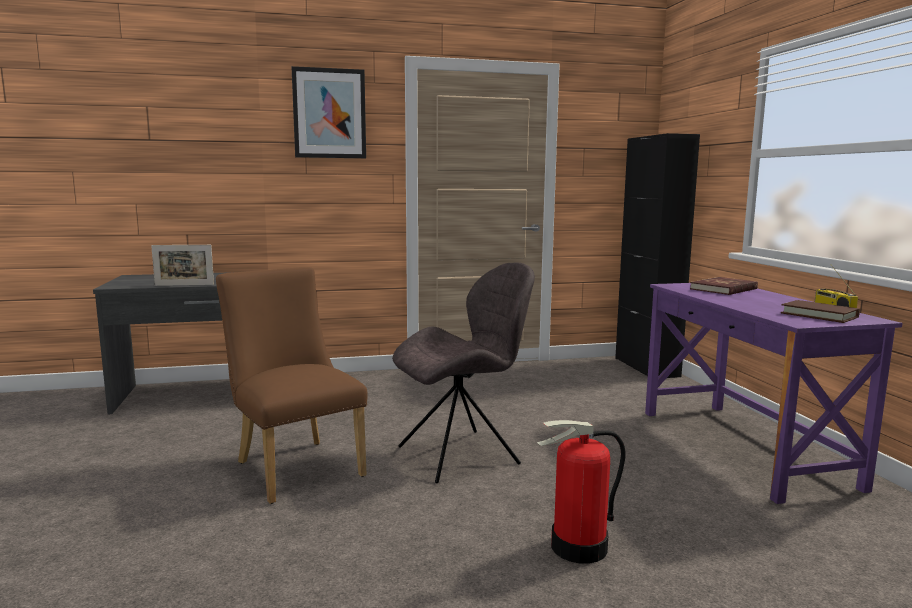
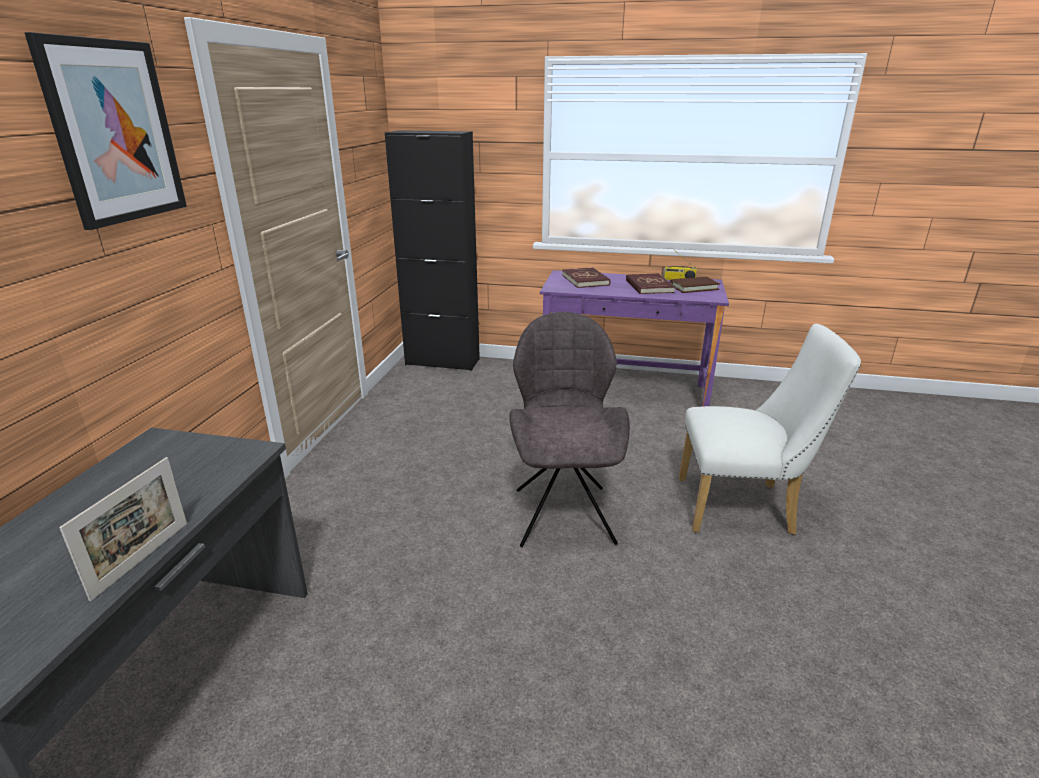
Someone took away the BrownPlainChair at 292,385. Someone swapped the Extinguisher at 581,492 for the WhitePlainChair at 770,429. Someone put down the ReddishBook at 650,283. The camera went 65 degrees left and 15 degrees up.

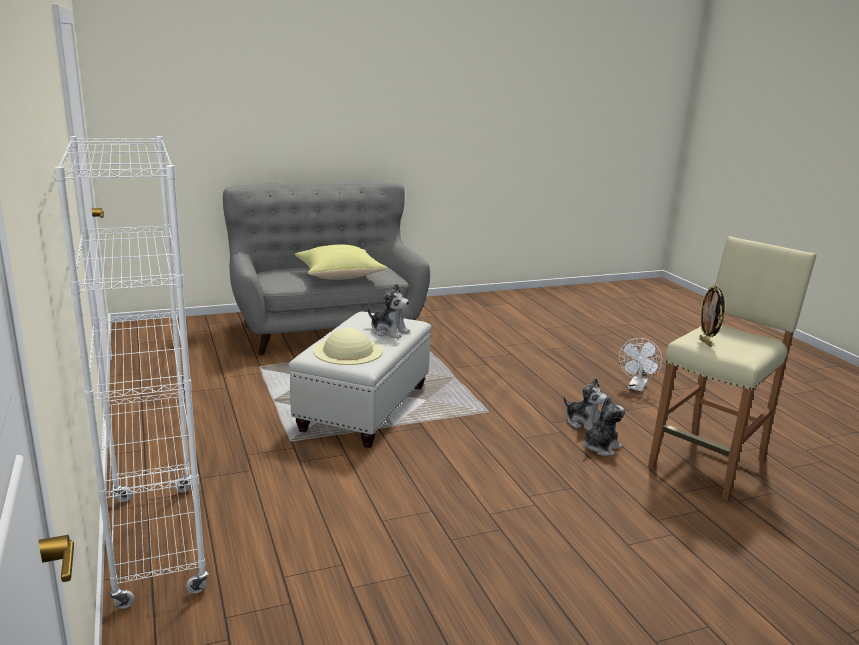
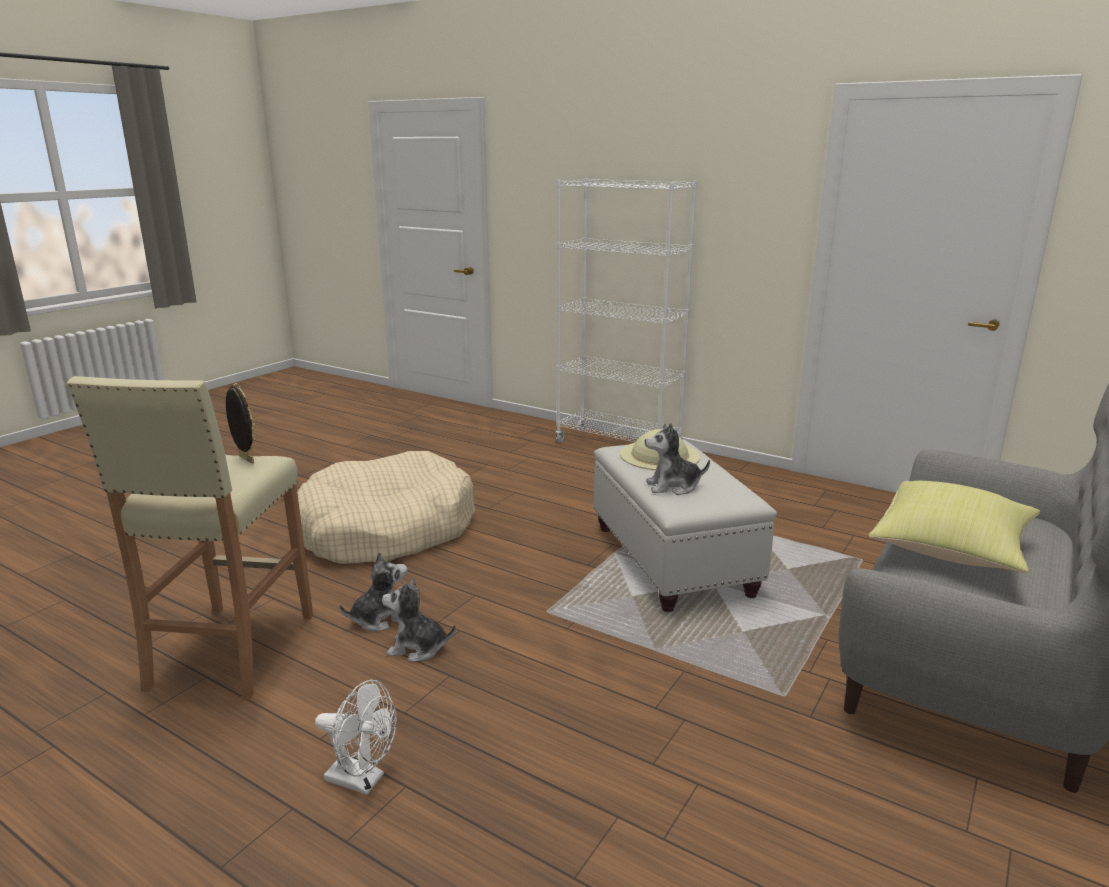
Someone rotated the SoftToy at 604,426 by 135 degrees counterclockwise. Someone rotated the WhiteFan at 640,364 by 120 degrees clockwise. Someone put down the SandColouredDogBed at 386,507. The camera went 145 degrees right and 0 degrees up.

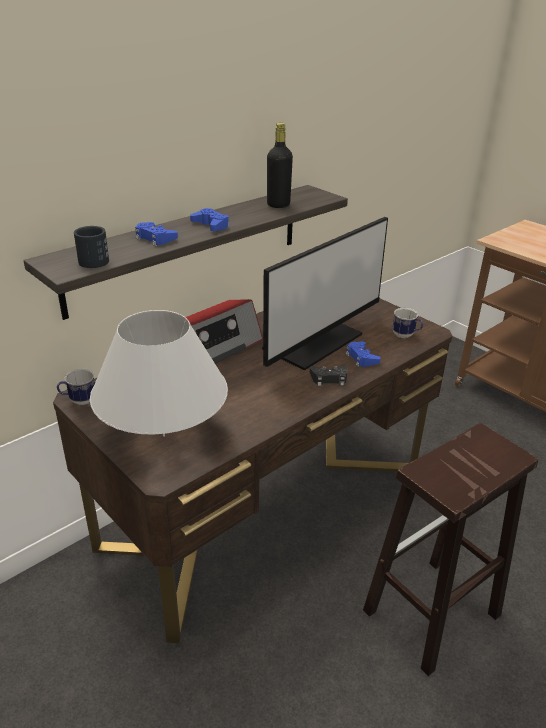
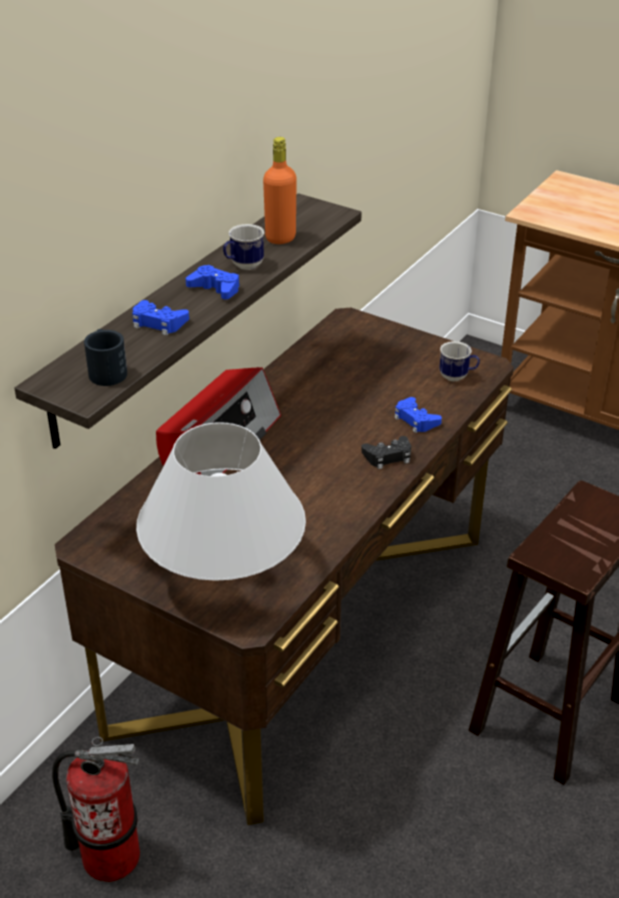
Someone carried the TeaMug from 76,386 to 243,247. Someone took away the ComputerDisplay at 325,294. Someone repainted the BlackishBeverageBottle at 280,165, which became the OrangeBeverageBottle at 280,190. Someone put down the Extinguisher at 96,809. The camera went 15 degrees left and 5 degrees up.

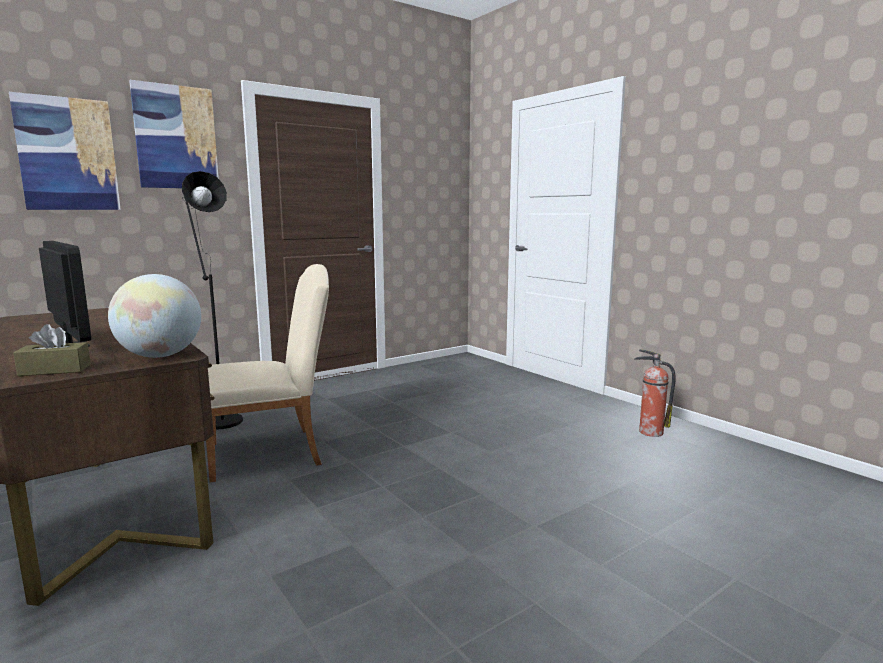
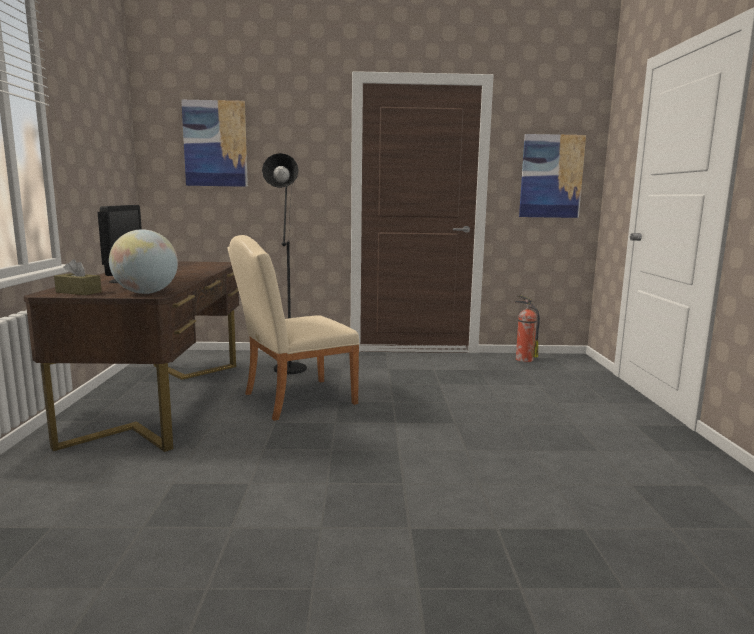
Someone carried the WallArt from 174,134 to 552,176. Someone rotated the SandColouredPlainChair at 267,373 by 135 degrees clockwise. Someone carried the Extinguisher from 655,393 to 527,328. The camera went 35 degrees right and 0 degrees up.

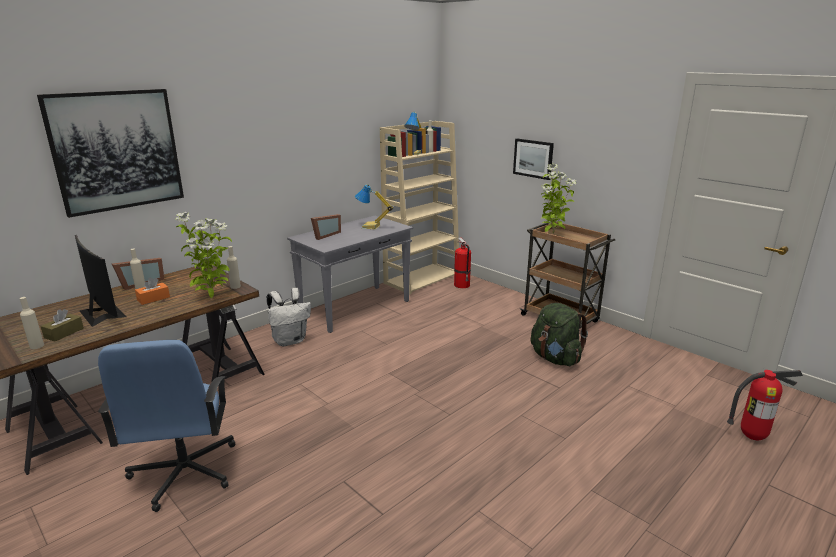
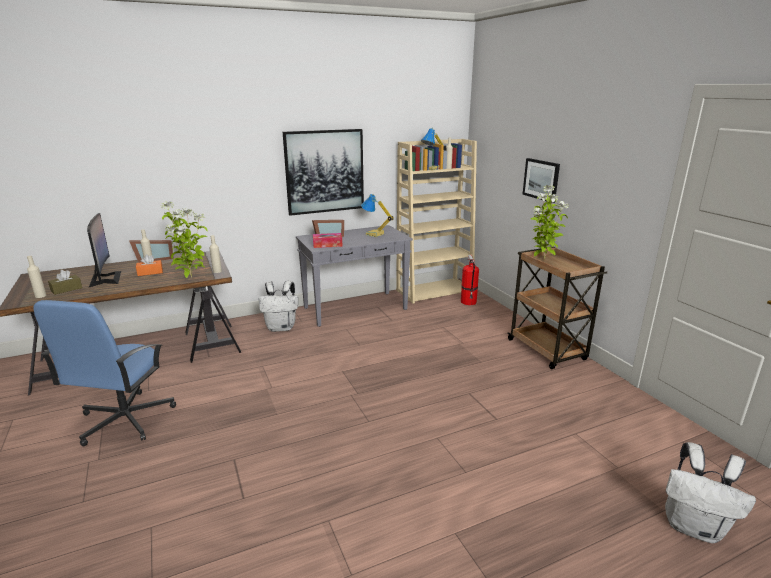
Someone carried the WallArt from 110,153 to 323,172. Someone took away the GreenishRucksack at 559,334. Someone swapped the Extinguisher at 765,405 for the WhiteRucksack at 710,492. Someone put down the TissueHolder at 328,240. The camera went 20 degrees right and 0 degrees up.

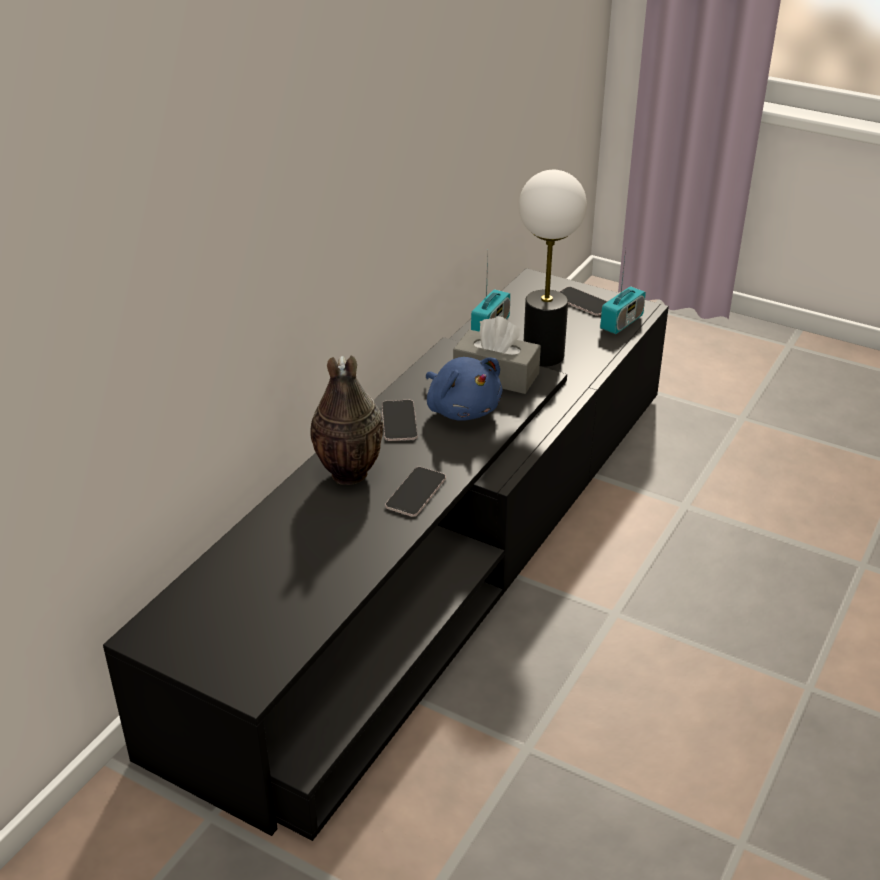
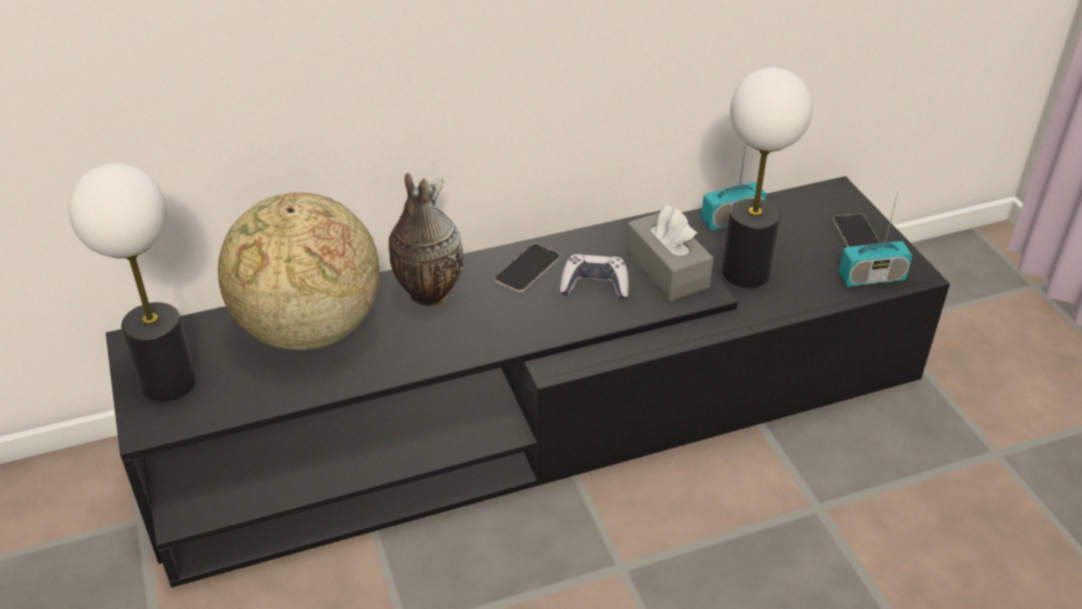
Someone took away the Telephone at 415,492. Someone swapped the BlueSoftToy at 464,389 for the GameController at 594,277. Someone put down the TableLamp at 132,282. Someone put down the Globe at 299,271. The camera went 40 degrees right and 5 degrees up.

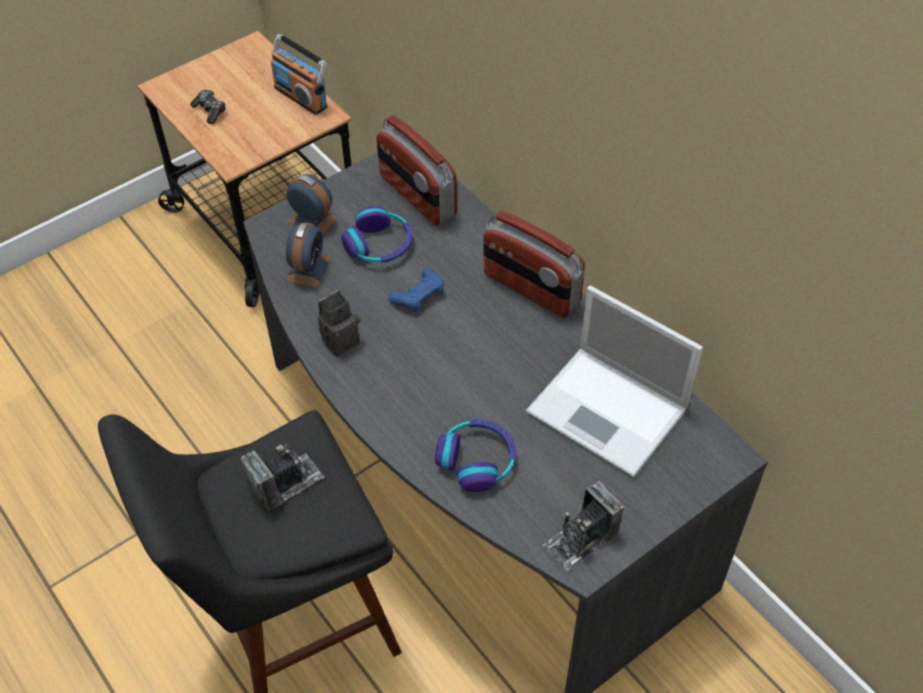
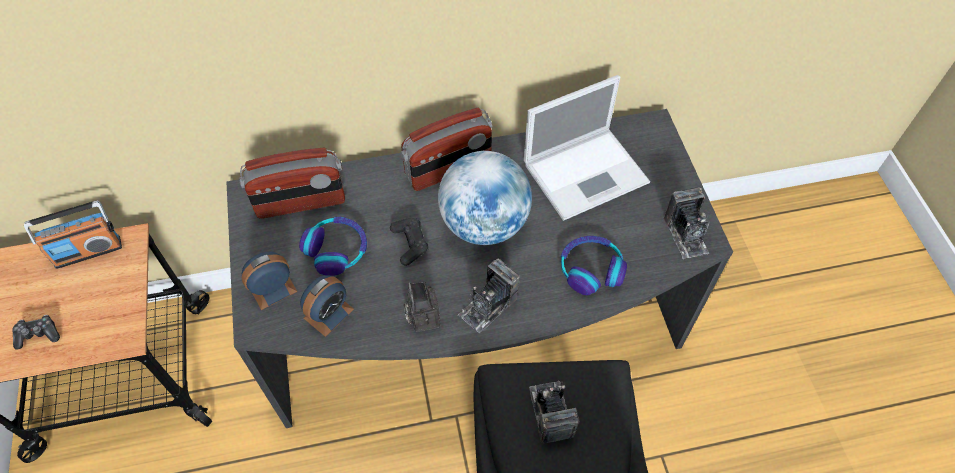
Someone rotated the TableClock at 308,255 by 90 degrees clockwise. Someone repainted the BlueGameController at 416,289, which became the BlackishGameController at 409,242. Someone put down the Globe at 485,198. Someone put down the PhotoCamera at 489,296. The camera went 65 degrees left and 5 degrees up.

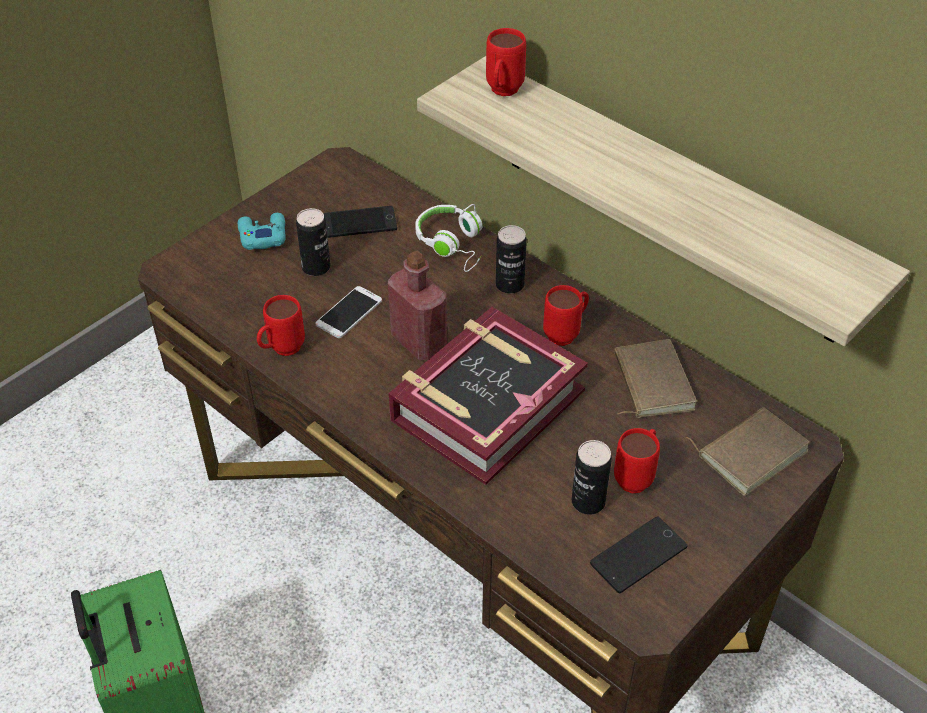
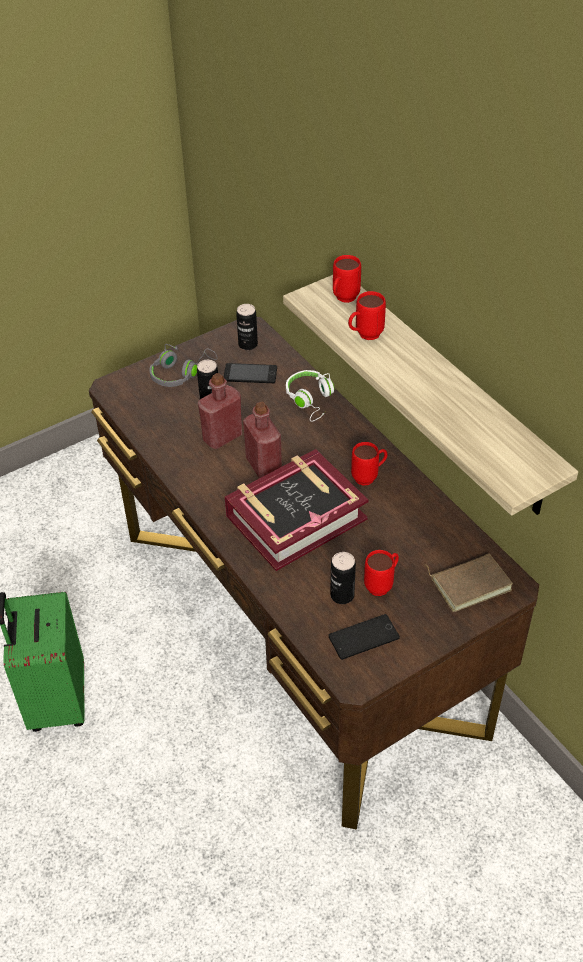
Someone swapped the TurquoiseGameController at 262,231 for the GreyHeadset at 183,365. Someone carried the ReddishTeaMug from 281,325 to 367,315. Someone swapped the Telephone at 348,312 for the ReddishBeverageBottle at 220,411. Someone carried the SealedCan from 511,259 to 247,327. Someone took away the BrownBook at 656,378. The camera went 15 degrees right and 0 degrees up.

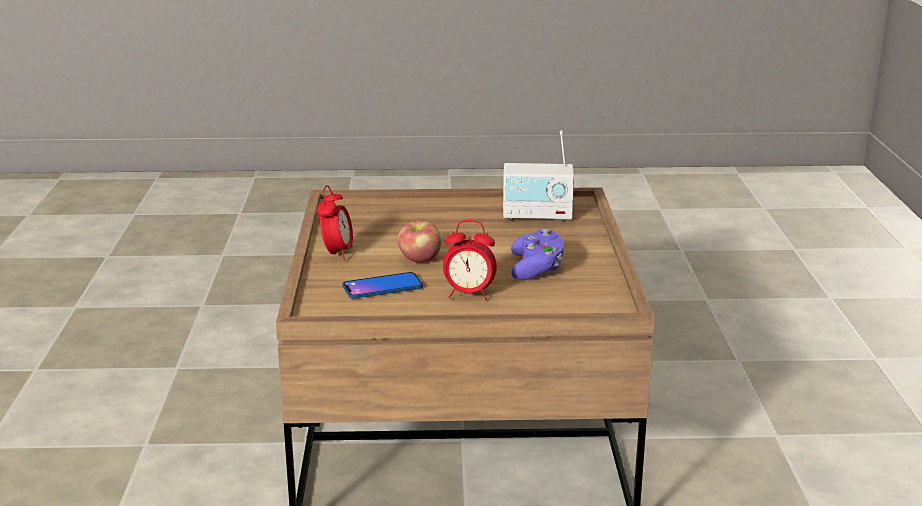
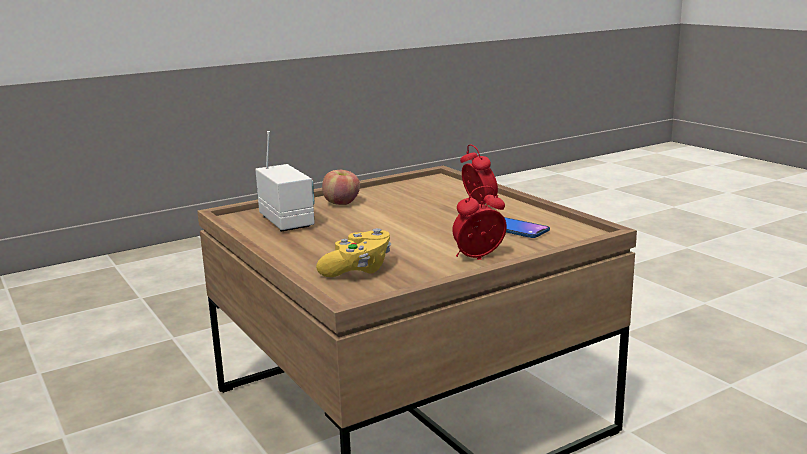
Someone carried the Apple from 419,242 to 341,187. Someone took away the PurplishGameController at 537,254. Someone put down the YellowColouredGameController at 353,252. The camera went 120 degrees left and 5 degrees down.

